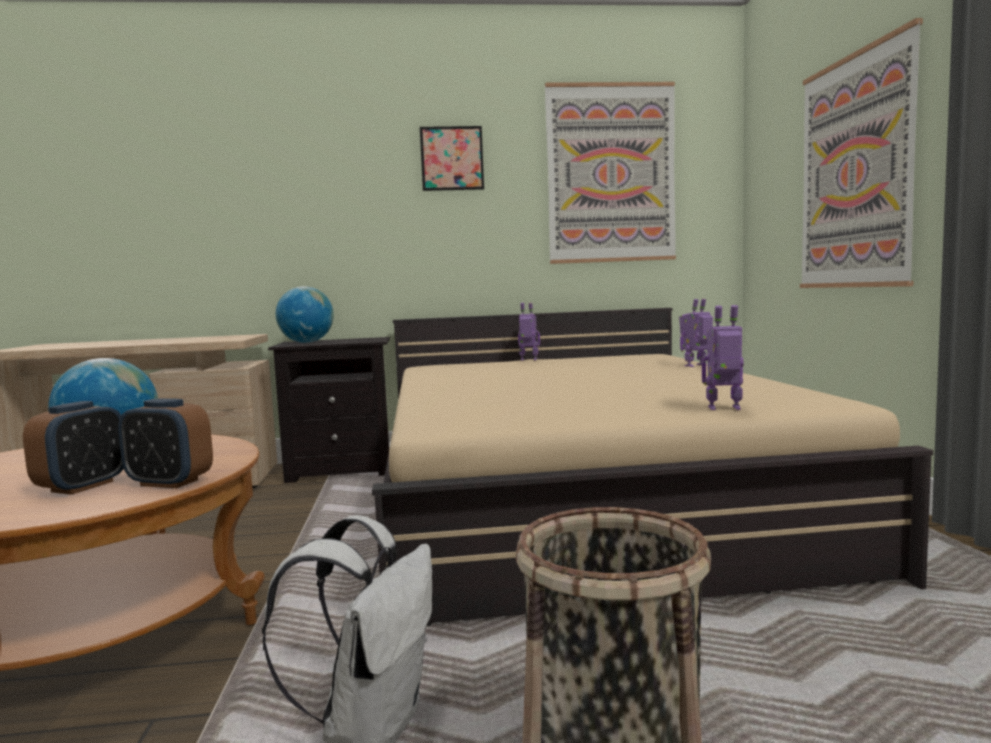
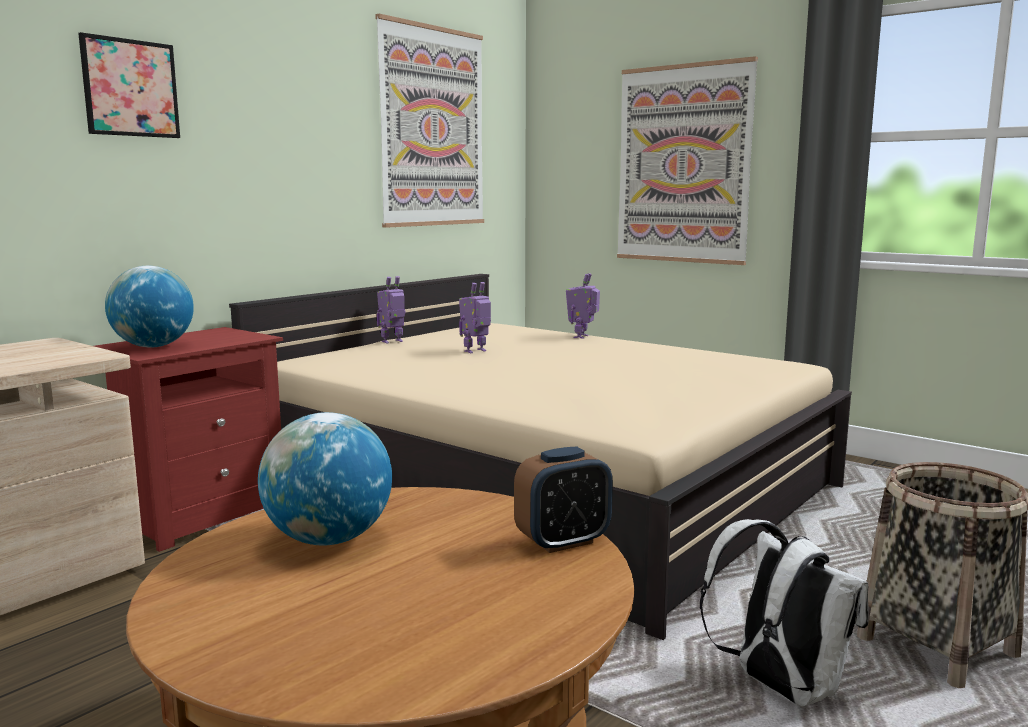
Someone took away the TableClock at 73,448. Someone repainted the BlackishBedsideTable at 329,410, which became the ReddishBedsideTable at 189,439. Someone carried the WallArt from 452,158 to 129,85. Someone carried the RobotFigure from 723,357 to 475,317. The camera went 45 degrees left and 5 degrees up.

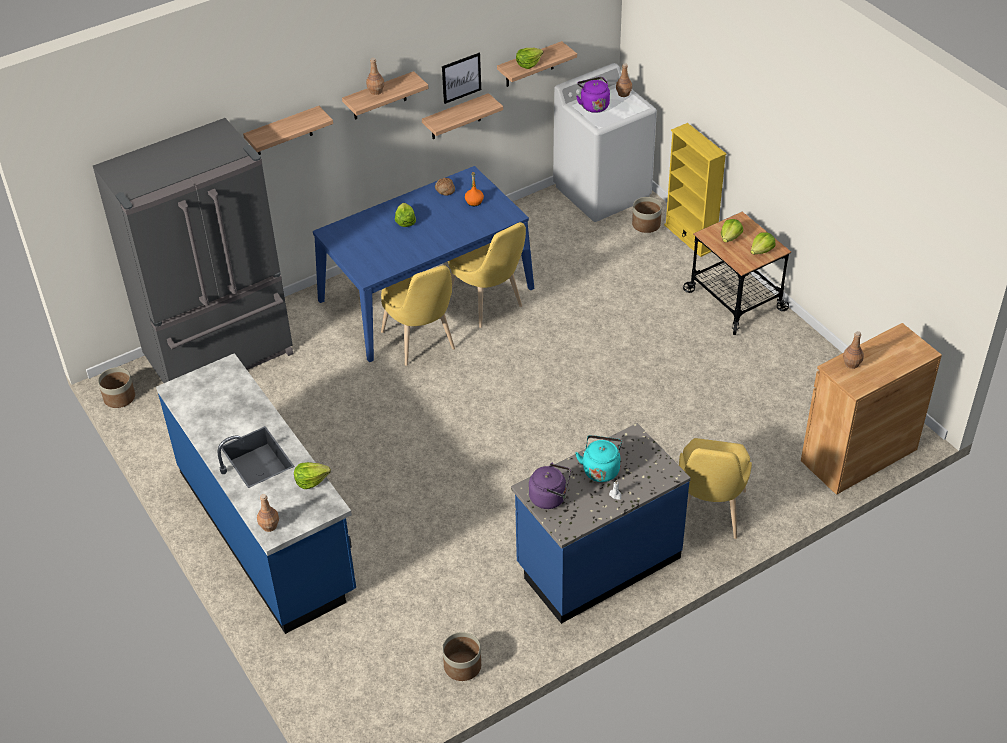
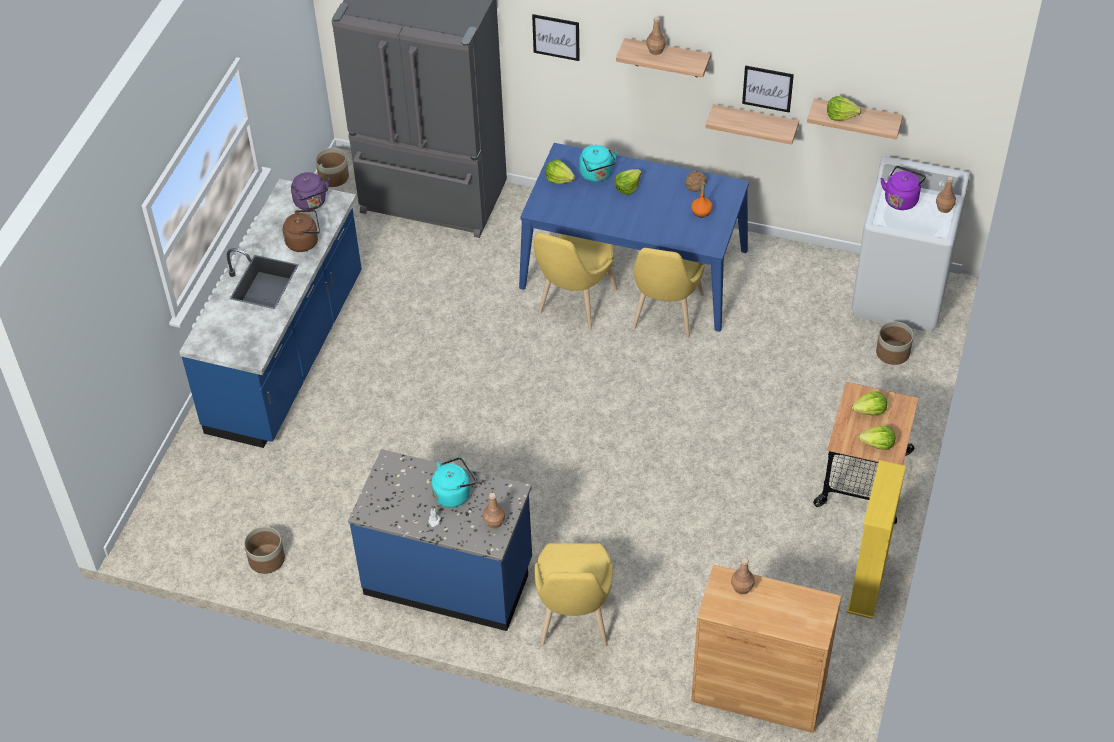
Someone swapped the Shelf at 288,130 for the WallArt at 556,37. Someone carried the BrownBeverageBottle from 268,513 to 494,511. Someone carried the Lettuce from 312,475 to 560,171. Someone carried the PurplishWaterKettle from 550,486 to 310,191. Someone carried the YellowColouredBookshelf from 695,190 to 876,539. Someone rotated the YellowColouredPlainChair at 715,488 by 60 degrees counterclockwise. Someone put down the BrownWaterKettle at 301,230. Someone put down the TurquoiseWaterKettle at 598,163. The camera went 50 degrees right and 5 degrees up.

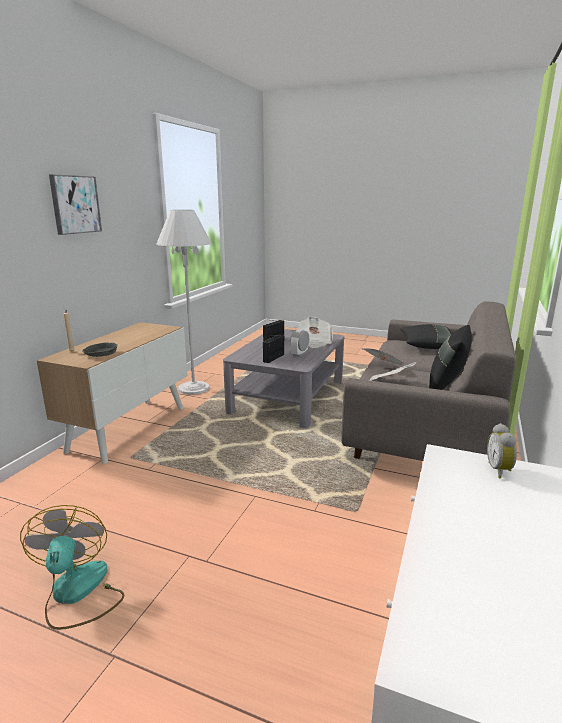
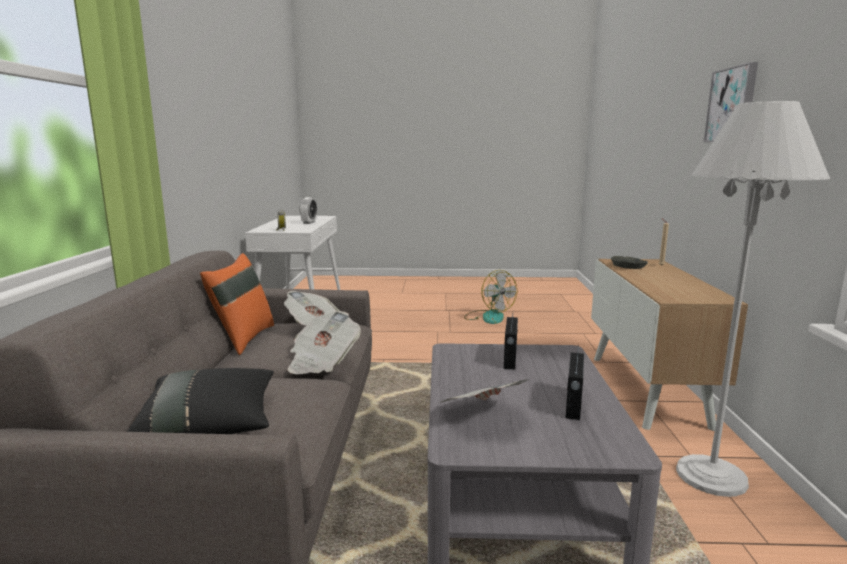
Someone carried the TableClock from 299,342 to 308,210. Someone repainted the BlackishCushion at 450,357, which became the OrangeCushion at 237,304. The camera went 160 degrees right and 5 degrees down.

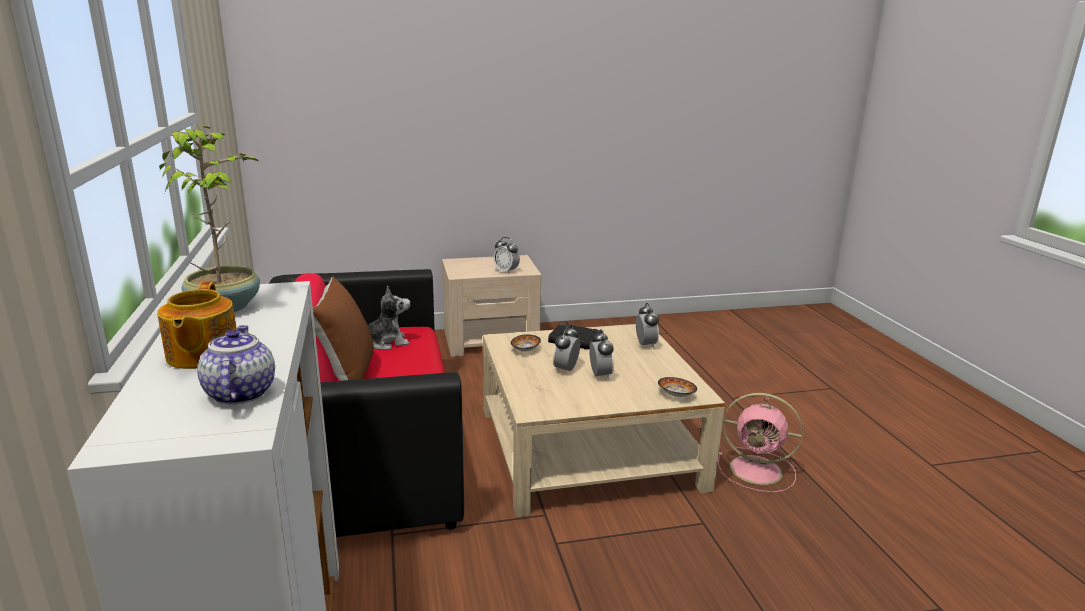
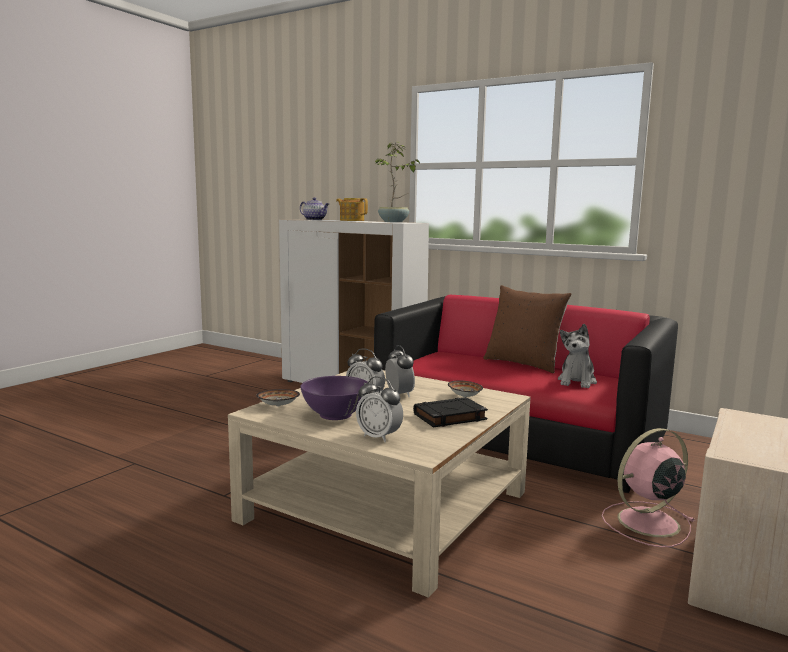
Someone took away the TableClock at 507,255. Someone carried the PinkishFan from 760,443 to 649,487. Someone put down the PurplishServingBowl at 334,398. The camera went 135 degrees right and 10 degrees down.

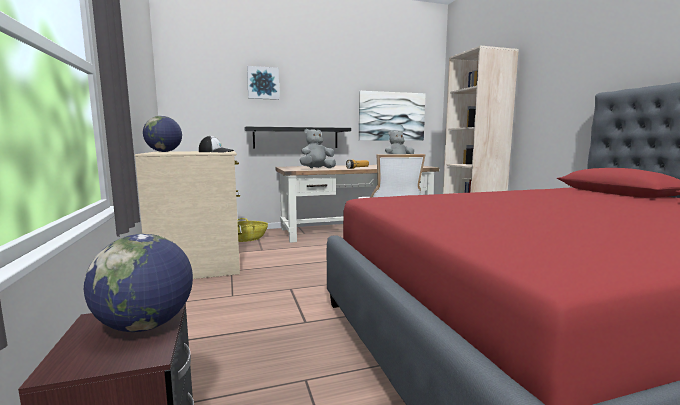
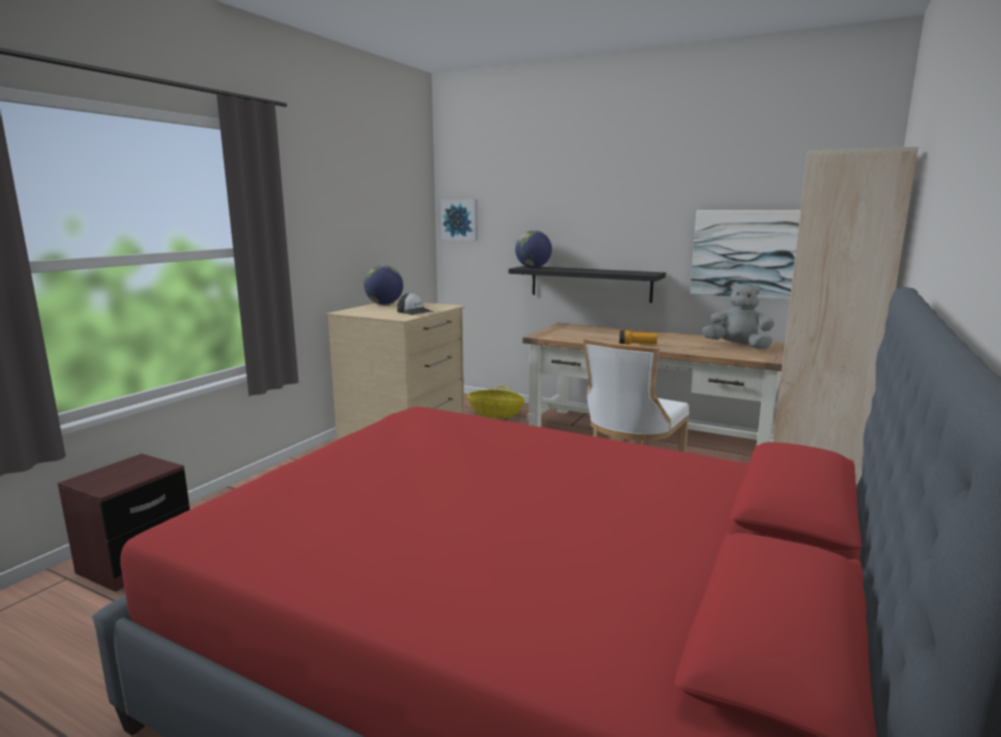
Someone carried the Globe from 138,283 to 533,249. Someone carried the WallArt from 263,83 to 459,220. Someone took away the GreySoftToy at 318,148. The camera went 45 degrees right and 5 degrees up.

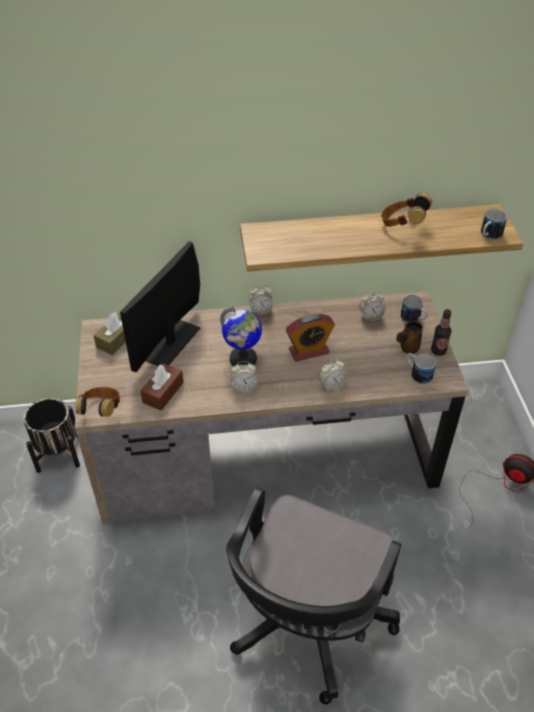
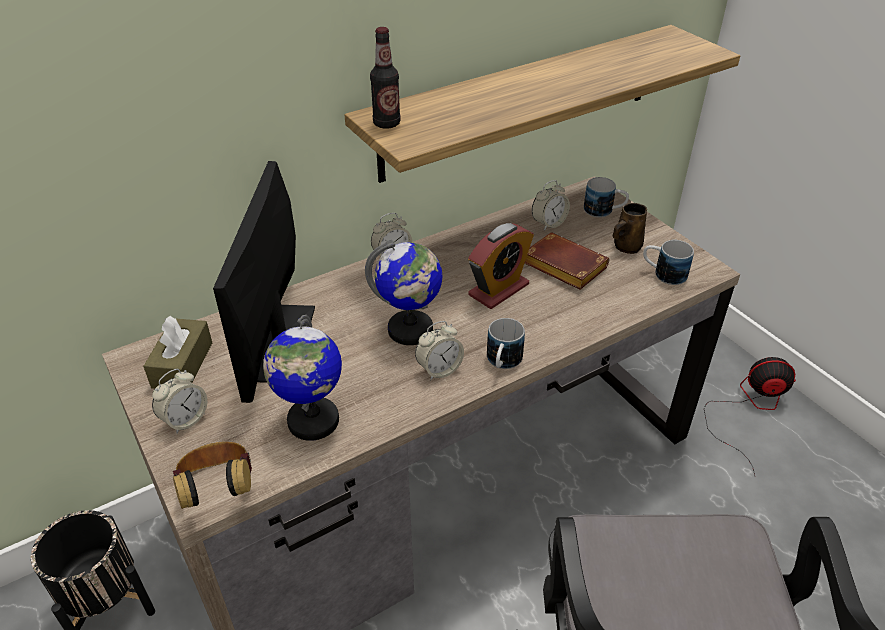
Someone swapped the BrownTissueHolder at 162,386 for the Globe at 302,378. Someone carried the TableClock from 333,375 to 179,401. Someone took away the Headset at 406,210. Someone carried the BeverageBottle from 441,332 to 385,78. Someone carried the TeaMug from 494,224 to 506,343. Someone put down the BrownBook at 567,261. The camera went 25 degrees left and 5 degrees down.

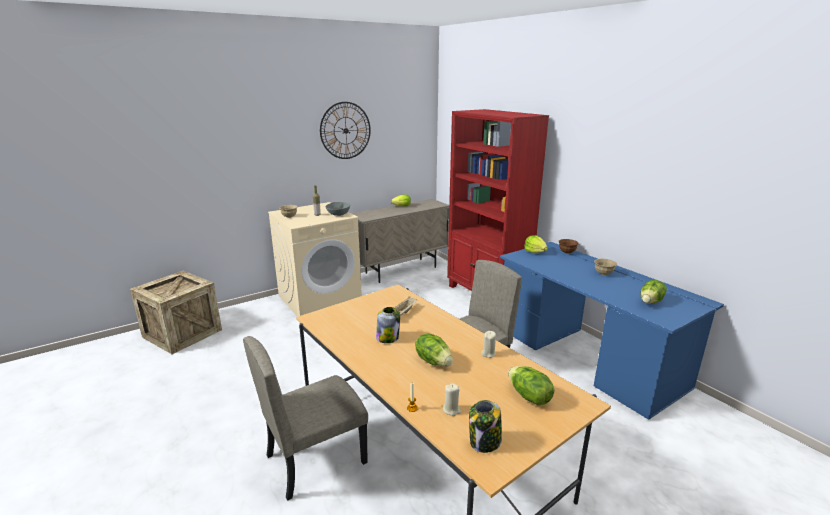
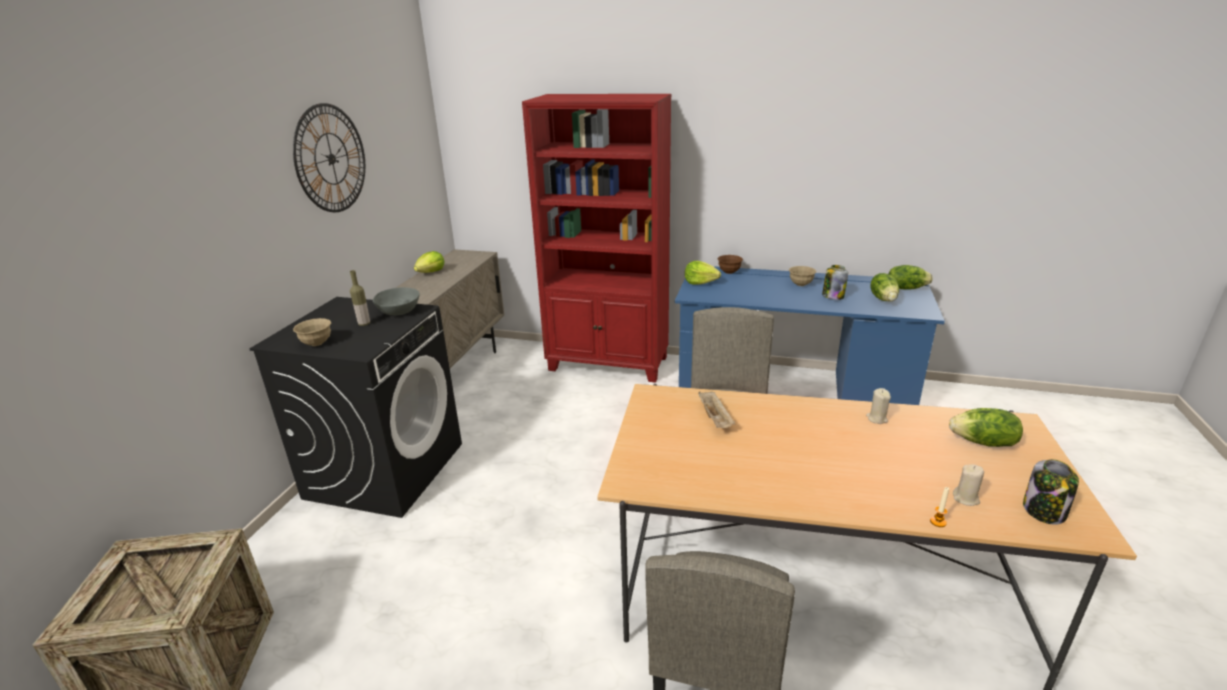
Someone repainted the SandColouredLaundryAppliance at 315,259, which became the BlackishLaundryAppliance at 356,407. Someone carried the Jar from 388,325 to 835,282. Someone carried the Lettuce from 434,350 to 911,277. The camera went 40 degrees left and 5 degrees up.

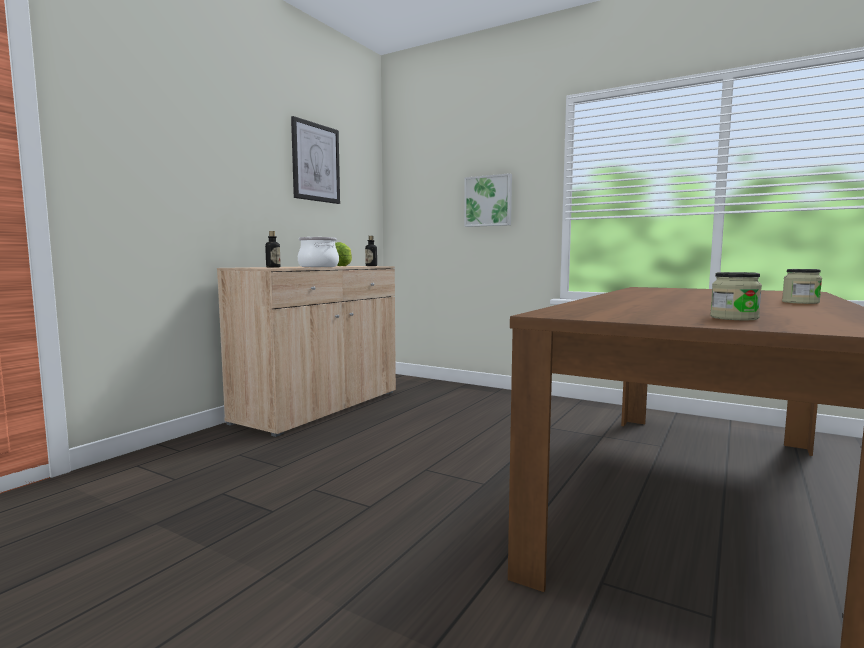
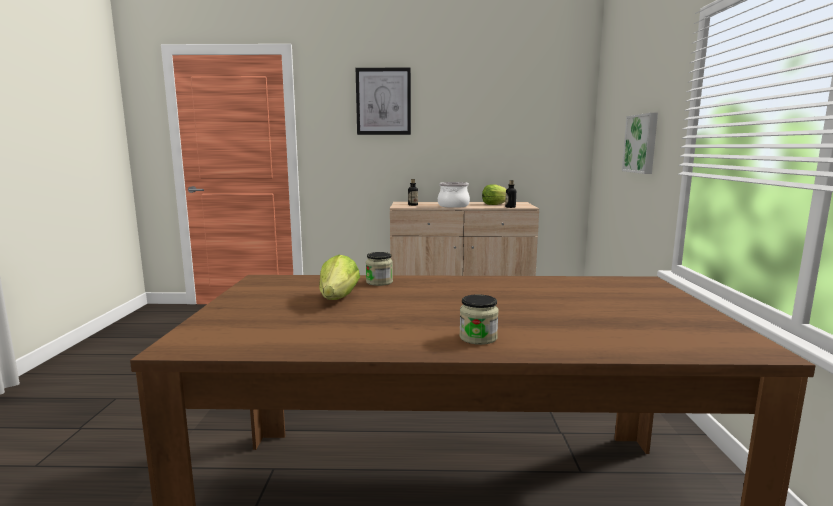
Someone carried the WallArt from 315,160 to 383,101. Someone carried the Jar from 736,296 to 379,269. Someone put down the Lettuce at 339,277. The camera went 60 degrees right and 5 degrees up.

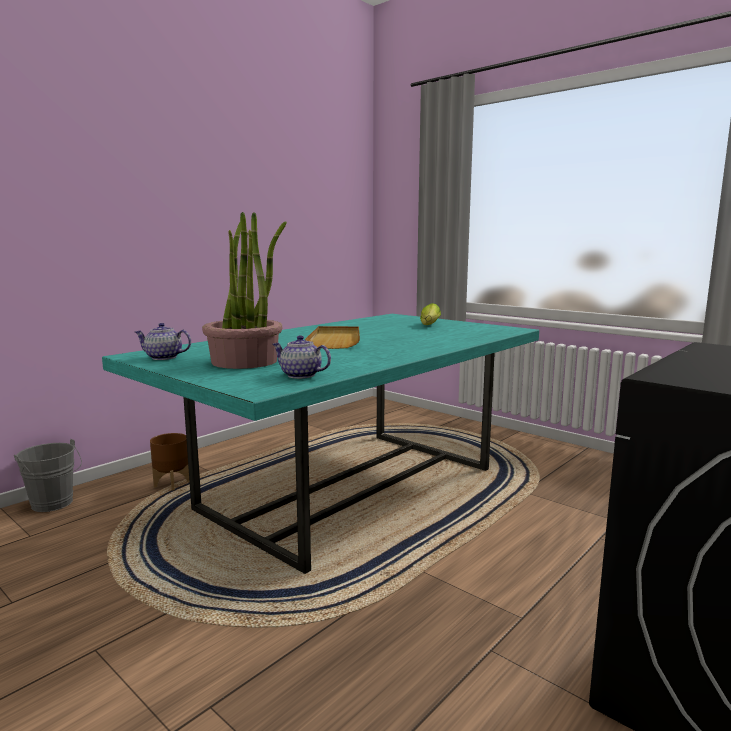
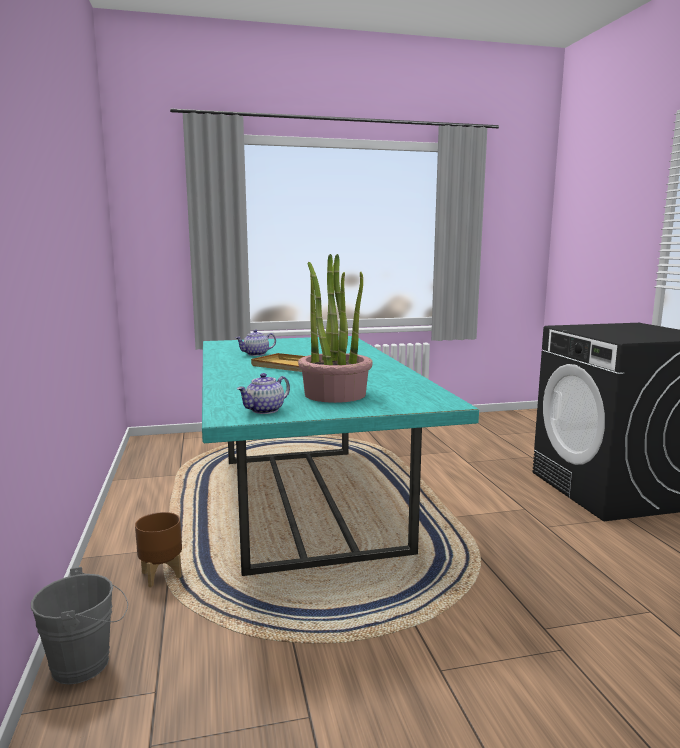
Someone carried the PotForTea from 301,357 to 255,342. Someone took away the Lettuce at 430,314. The camera went 55 degrees left and 0 degrees up.

